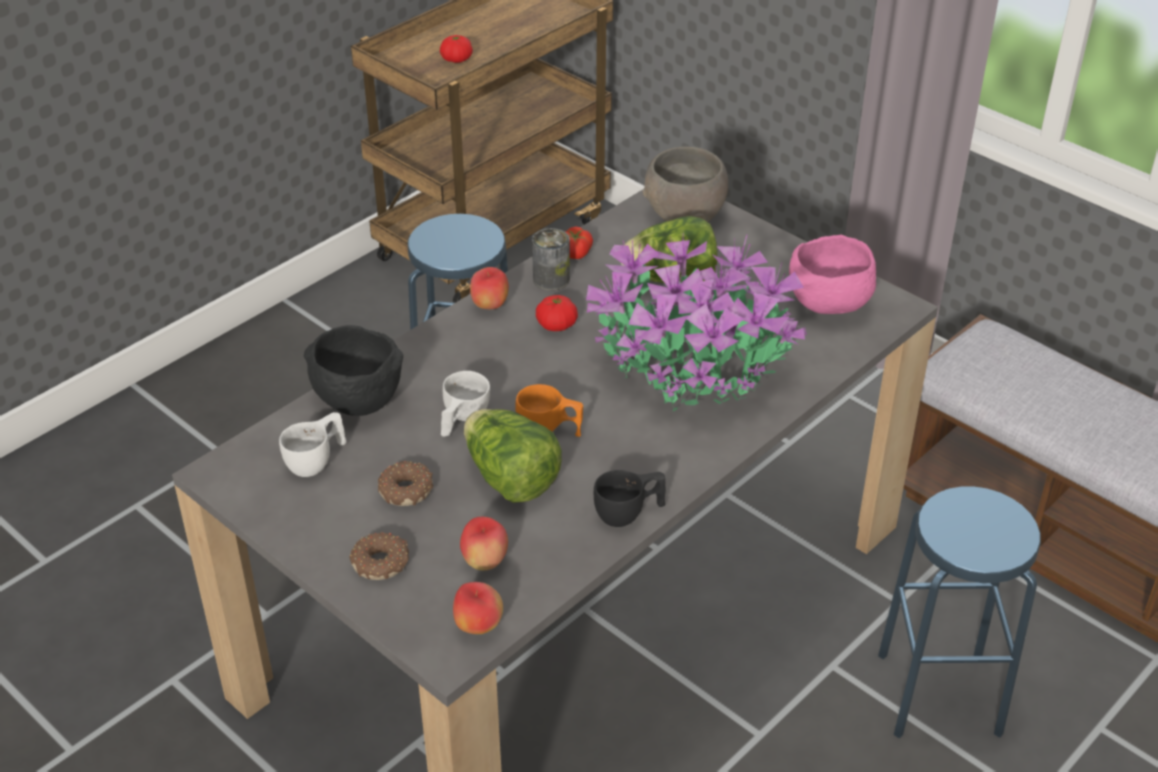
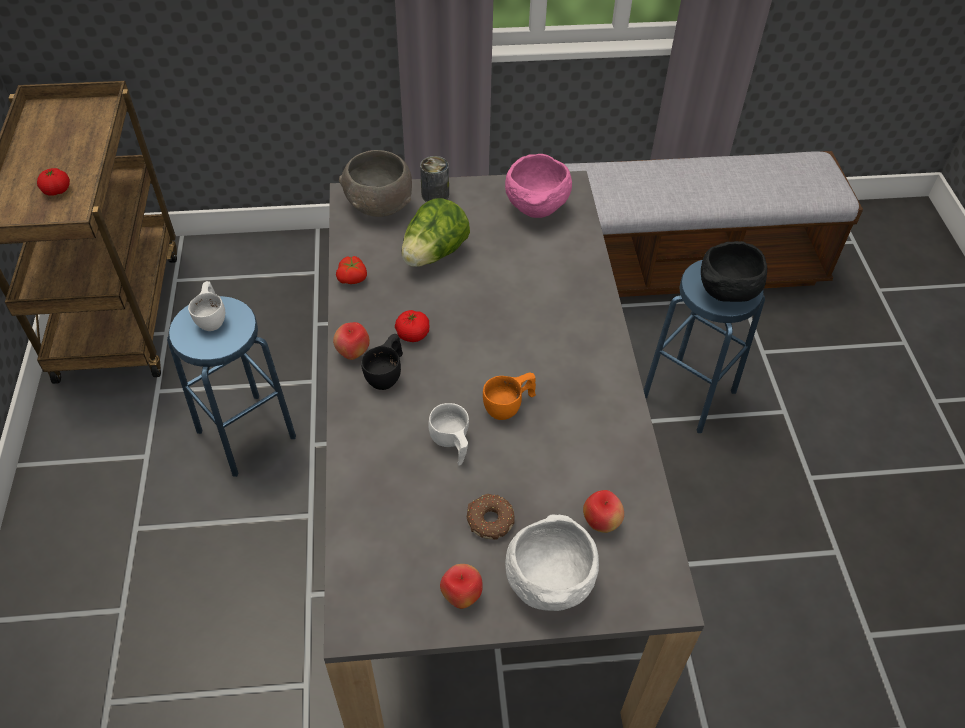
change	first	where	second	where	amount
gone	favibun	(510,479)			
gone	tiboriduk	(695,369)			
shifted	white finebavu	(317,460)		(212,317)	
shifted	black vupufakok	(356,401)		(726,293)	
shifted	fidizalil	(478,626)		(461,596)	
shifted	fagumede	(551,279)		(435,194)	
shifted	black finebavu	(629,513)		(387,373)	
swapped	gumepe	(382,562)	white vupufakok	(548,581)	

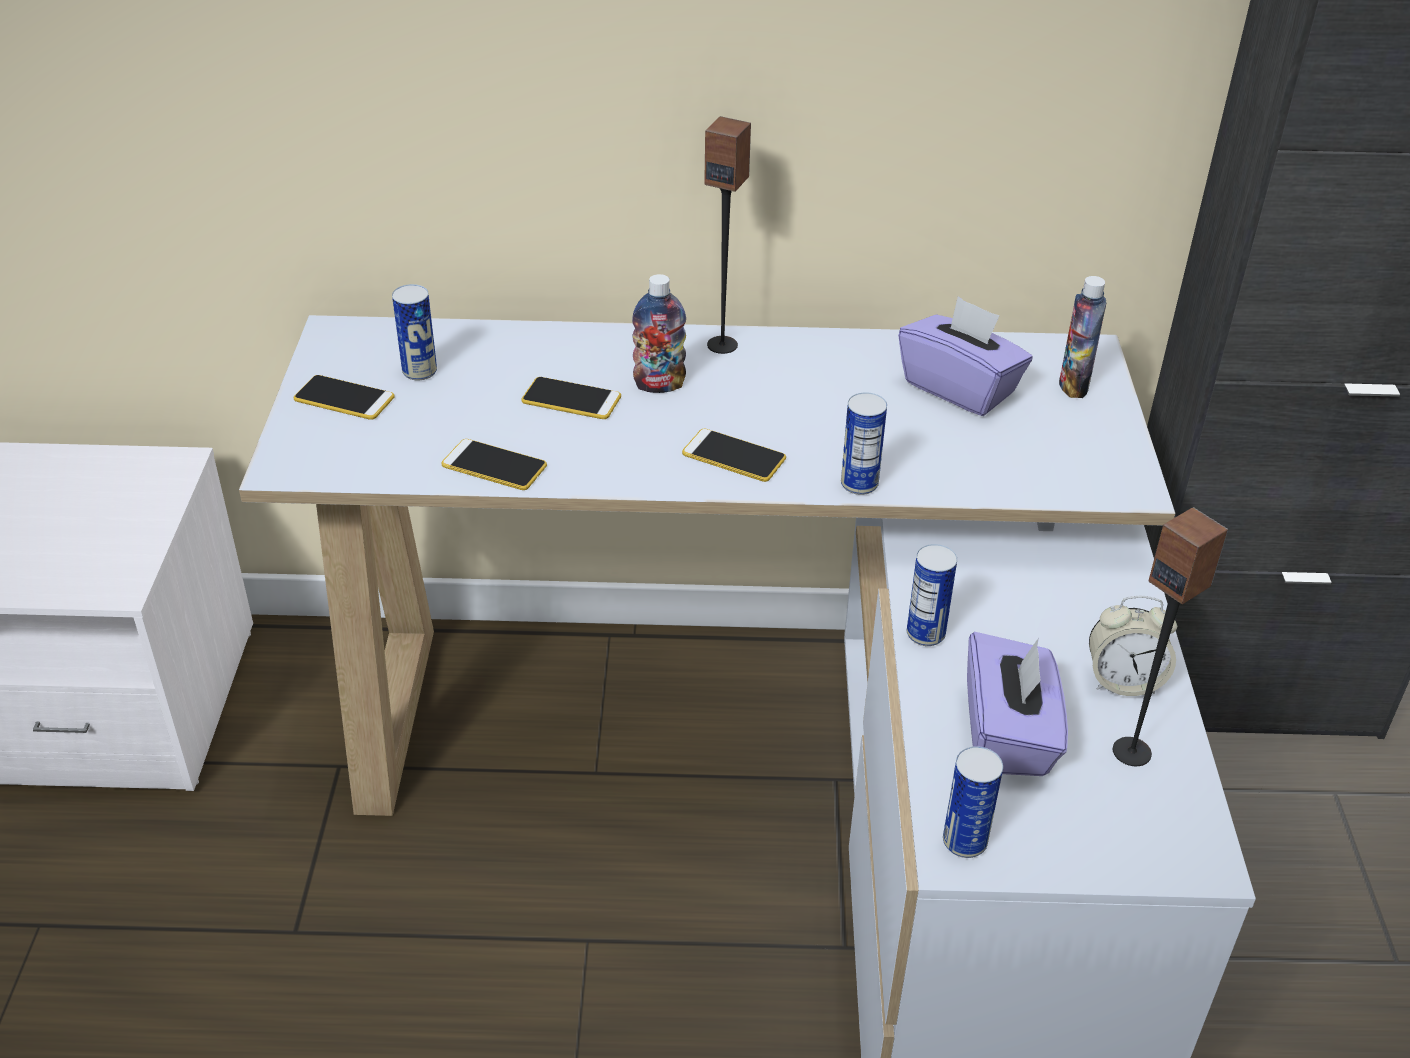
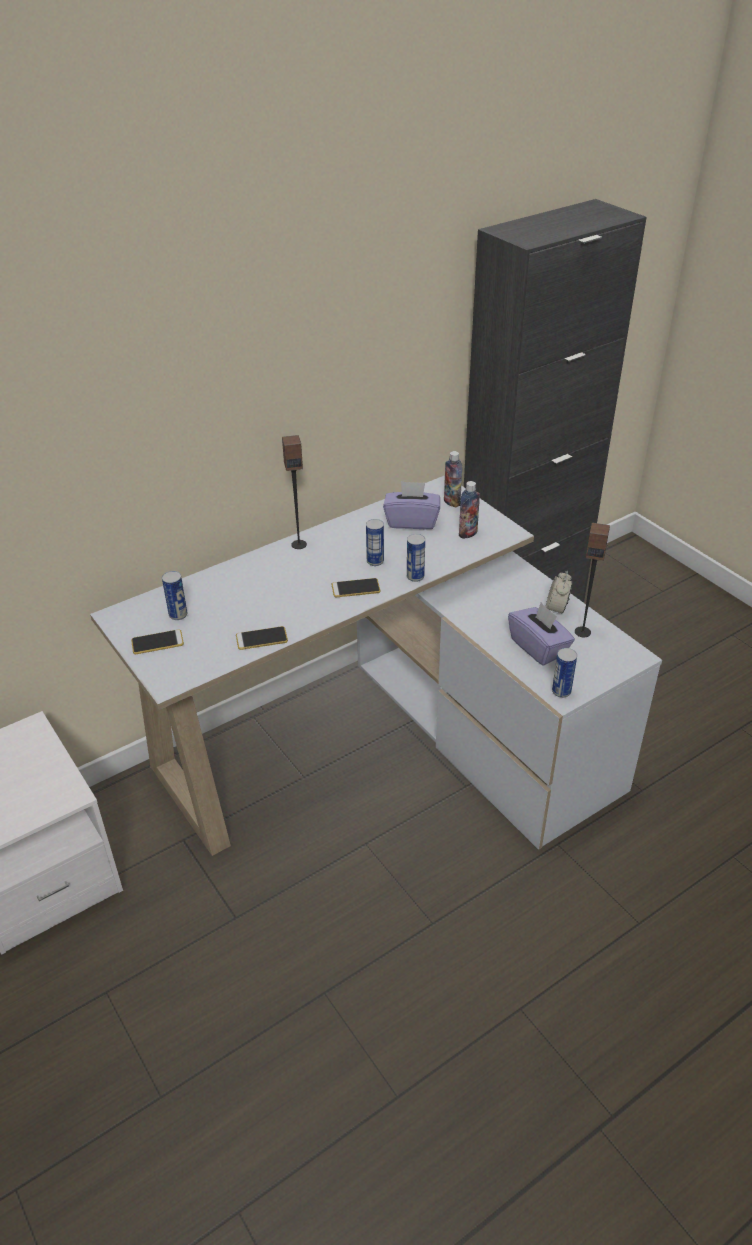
change	first	where	second	where	amount
gone	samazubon	(571,399)			
shifted	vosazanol	(659,385)		(468,533)	
shifted	fagumede	(925,634)		(375,561)	
rotated	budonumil	(1123,681)		(556,609)	135 degrees clockwise

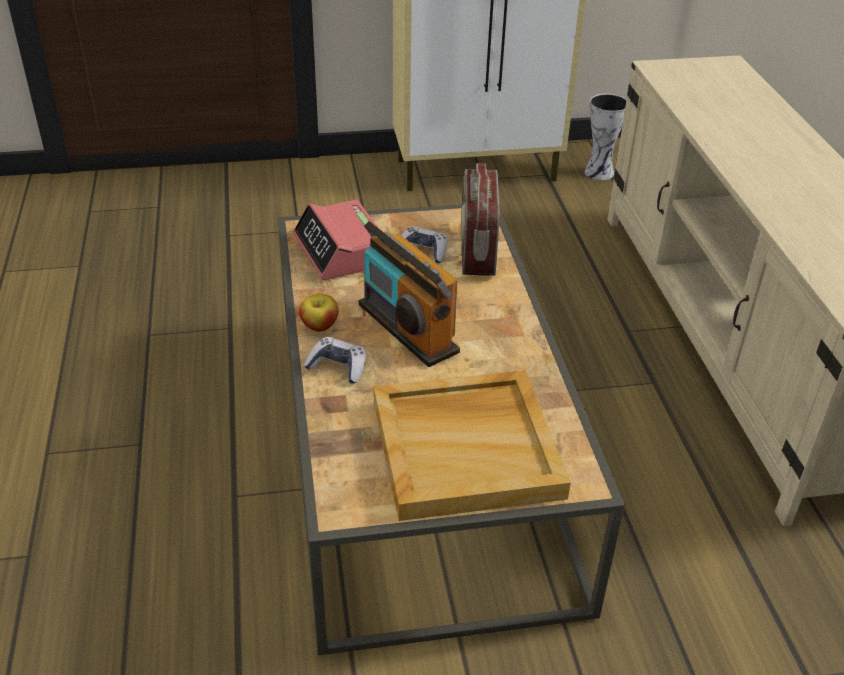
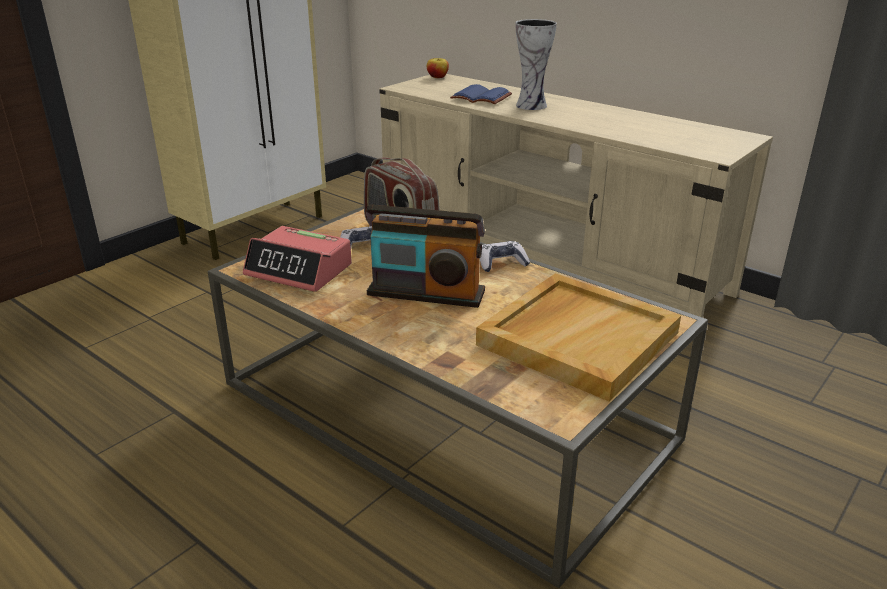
change	first	where	second	where	amount
new			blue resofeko	(482,97)	
shifted	fidizalil	(319,325)		(437,77)	
shifted	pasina	(337,367)		(502,263)	
shifted	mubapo	(600,172)		(532,105)	

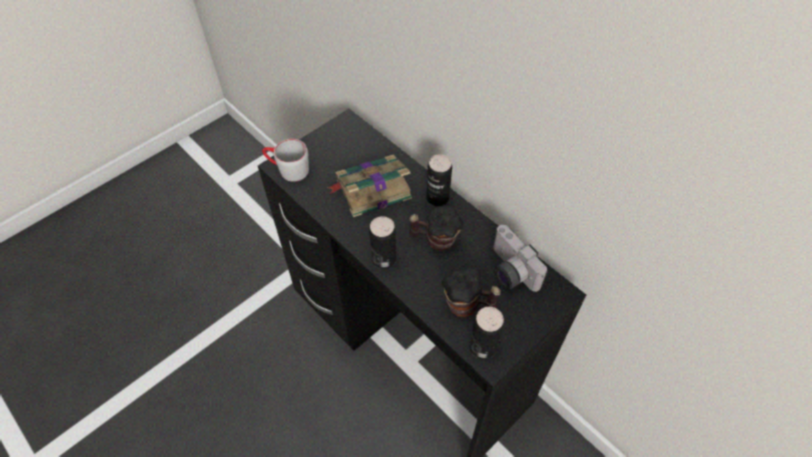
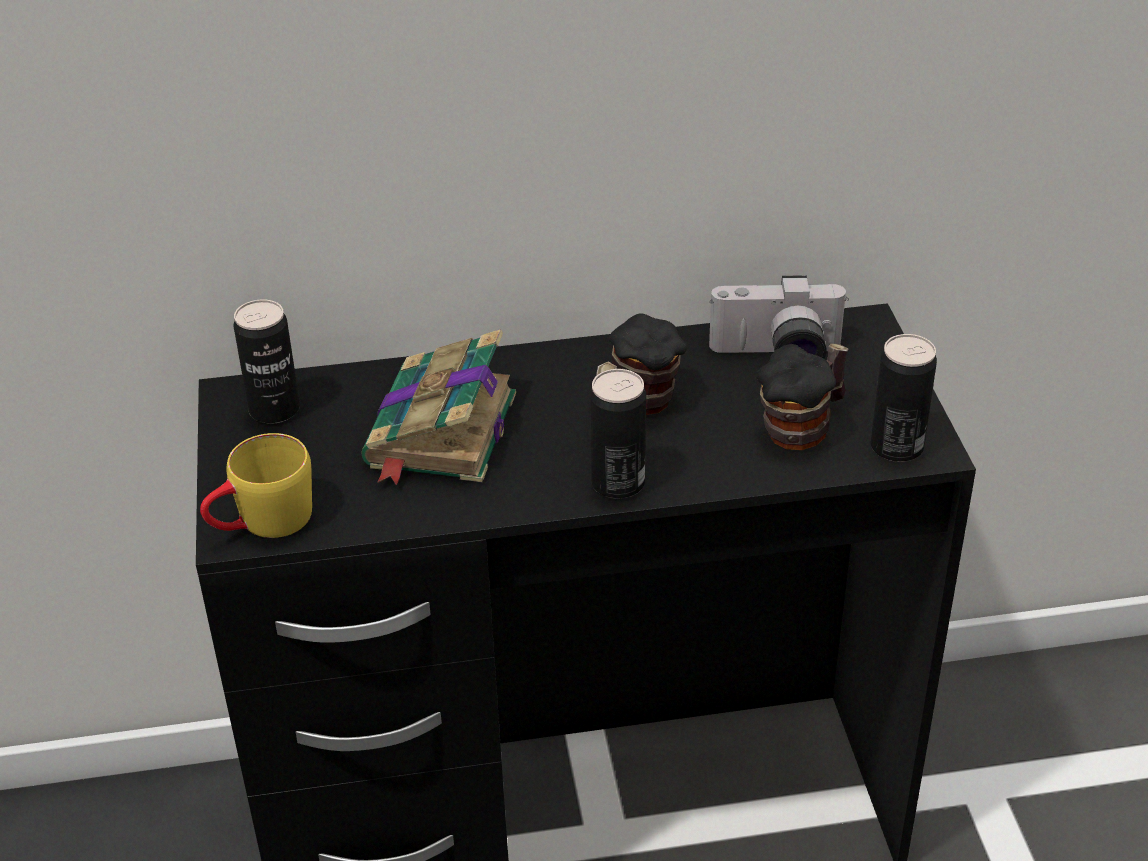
change	first	where	second	where	amount
shifted	fagumede	(437,198)		(274,409)	
repainted	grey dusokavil	(287,169)	yellow dusokavil	(261,523)	

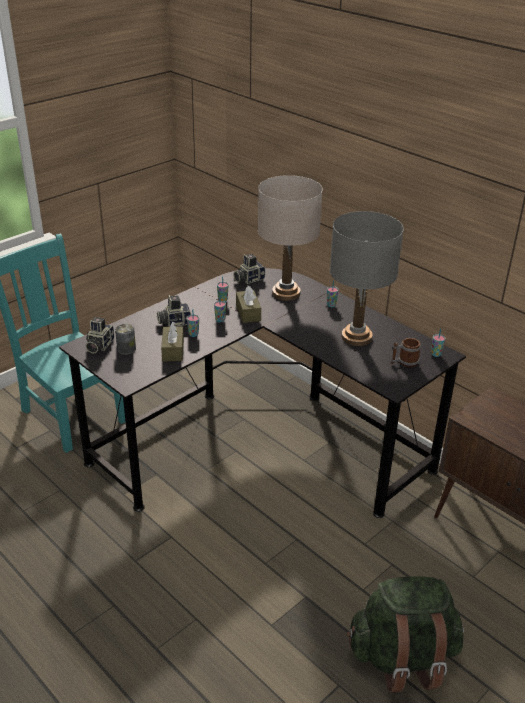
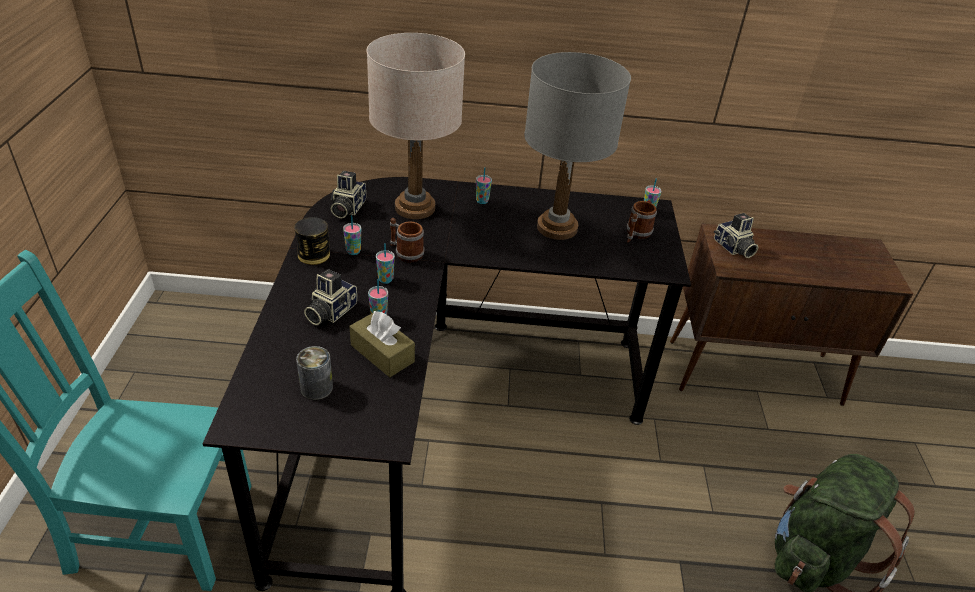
change	first	where	second	where	amount
new			fagumede	(314,255)	
shifted	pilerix	(99,345)		(733,248)	
swapped	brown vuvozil	(248,312)	dusokavil	(405,253)	

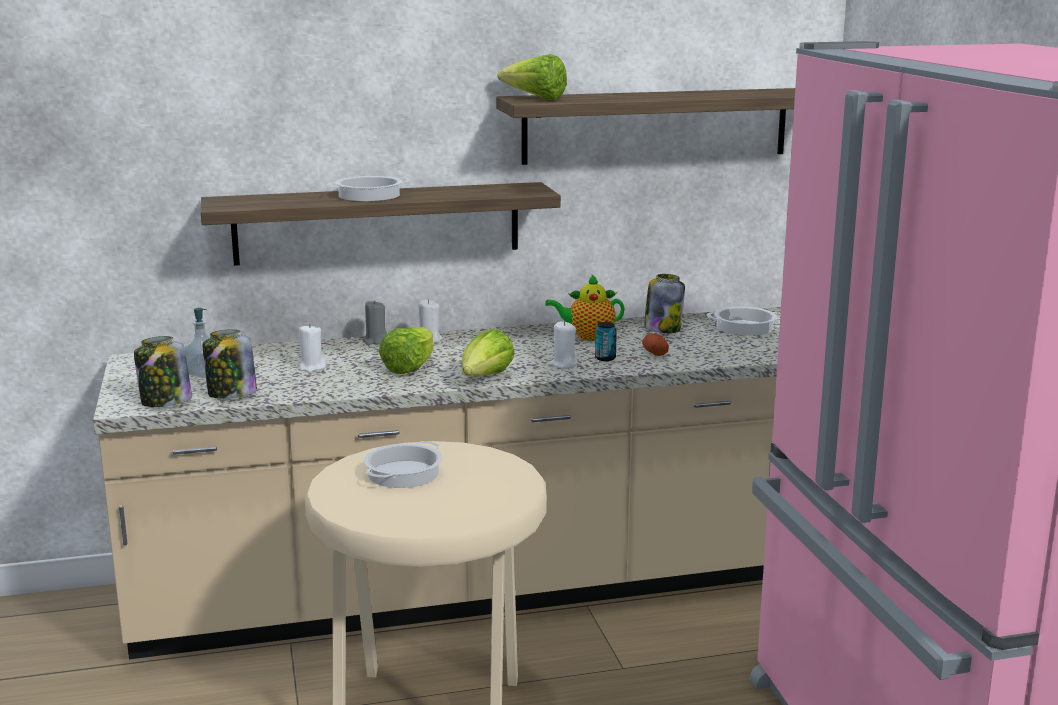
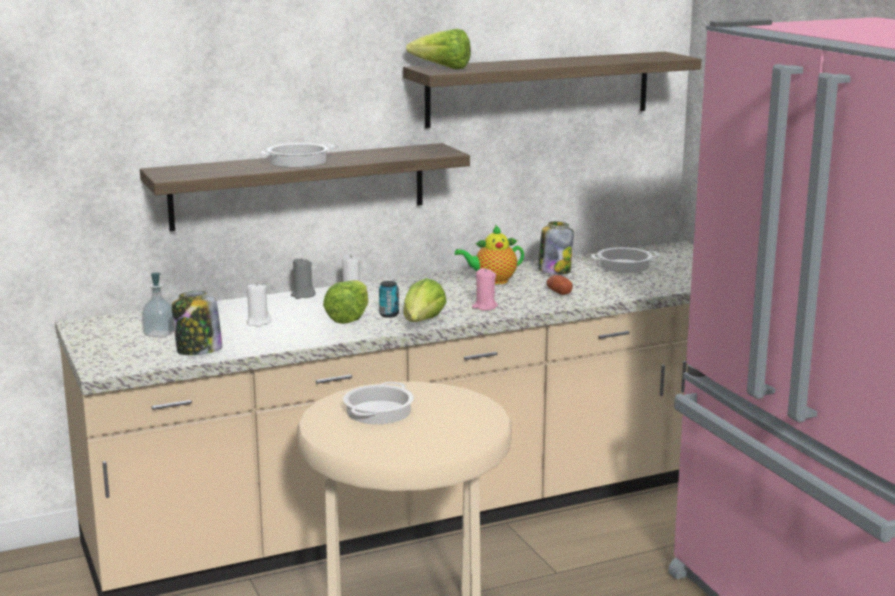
change	first	where	second	where	amount
gone	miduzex	(165,402)			
shifted	fagumede	(605,358)		(389,315)	
repainted	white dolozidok	(563,364)	pink dolozidok	(484,307)	

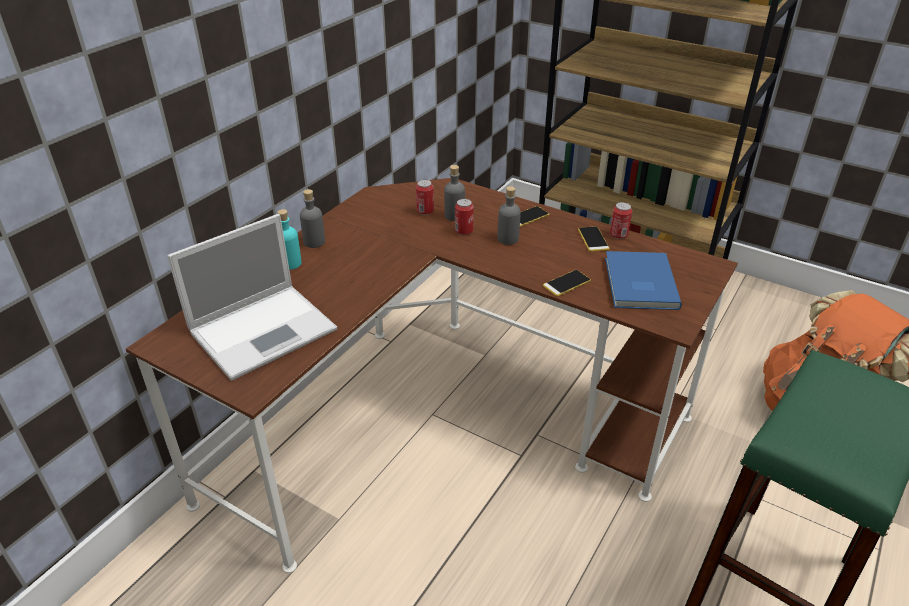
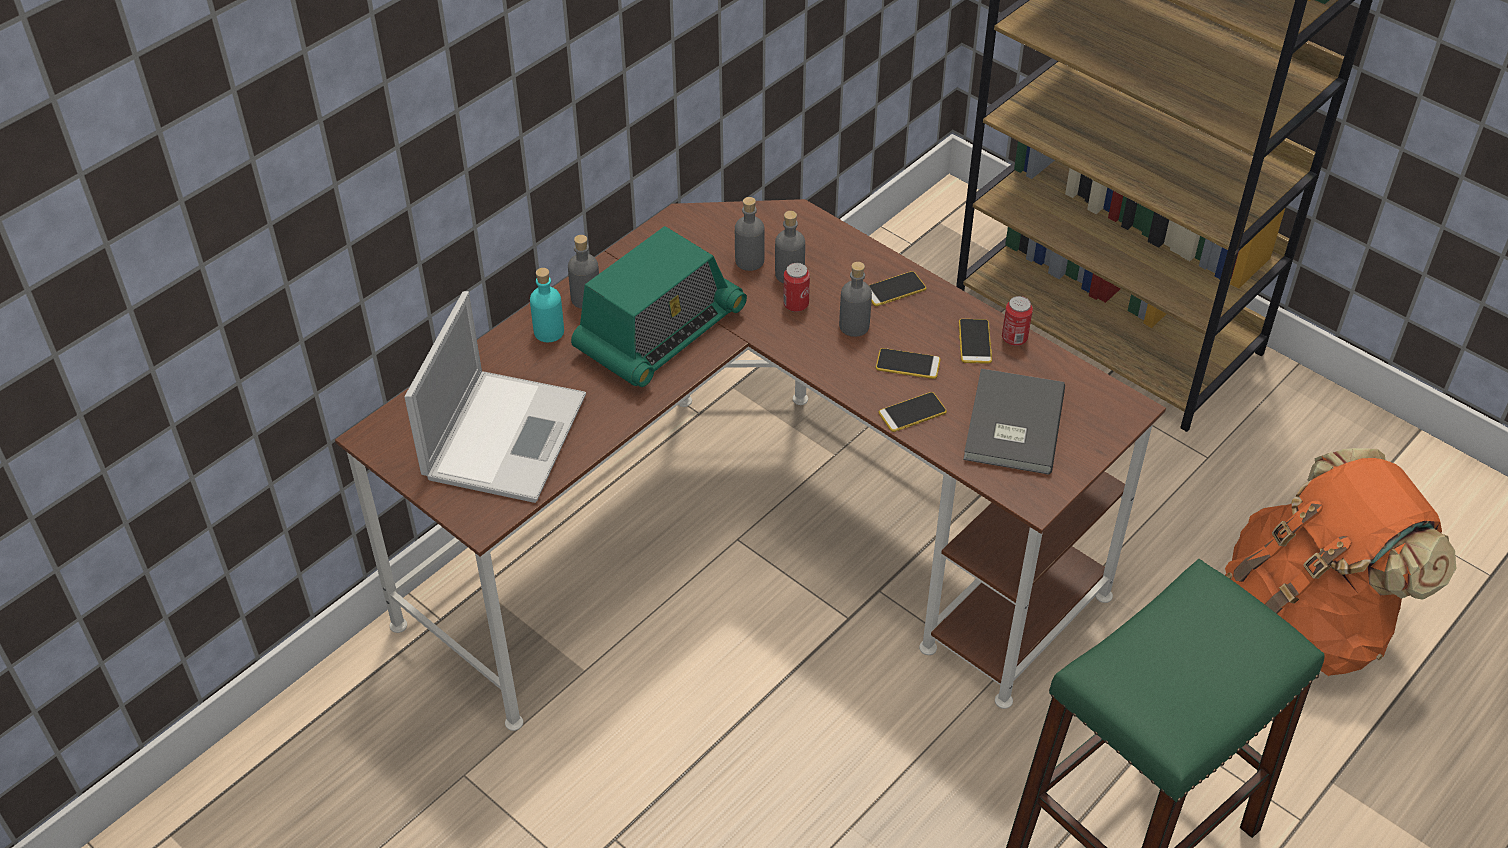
change	first	where	second	where	amount
new			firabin	(659,332)	
new			samazubon	(908,364)	
swapped	fagumede	(425,211)	grey vosazanol	(749,261)	
repainted	blue resofeko	(638,283)	grey resofeko	(1010,425)	
rotated	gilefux	(265,329)		(506,434)	45 degrees counterclockwise

